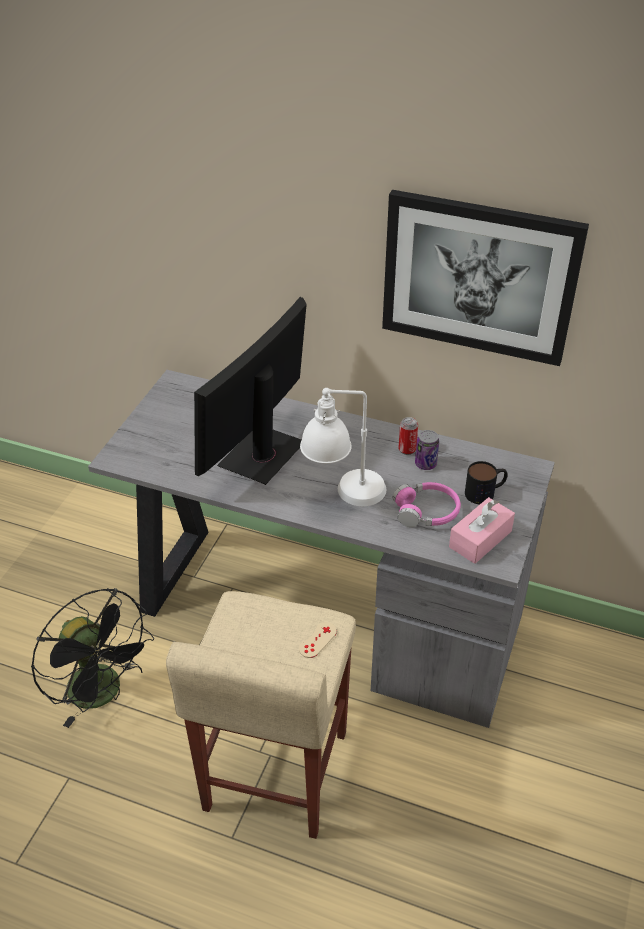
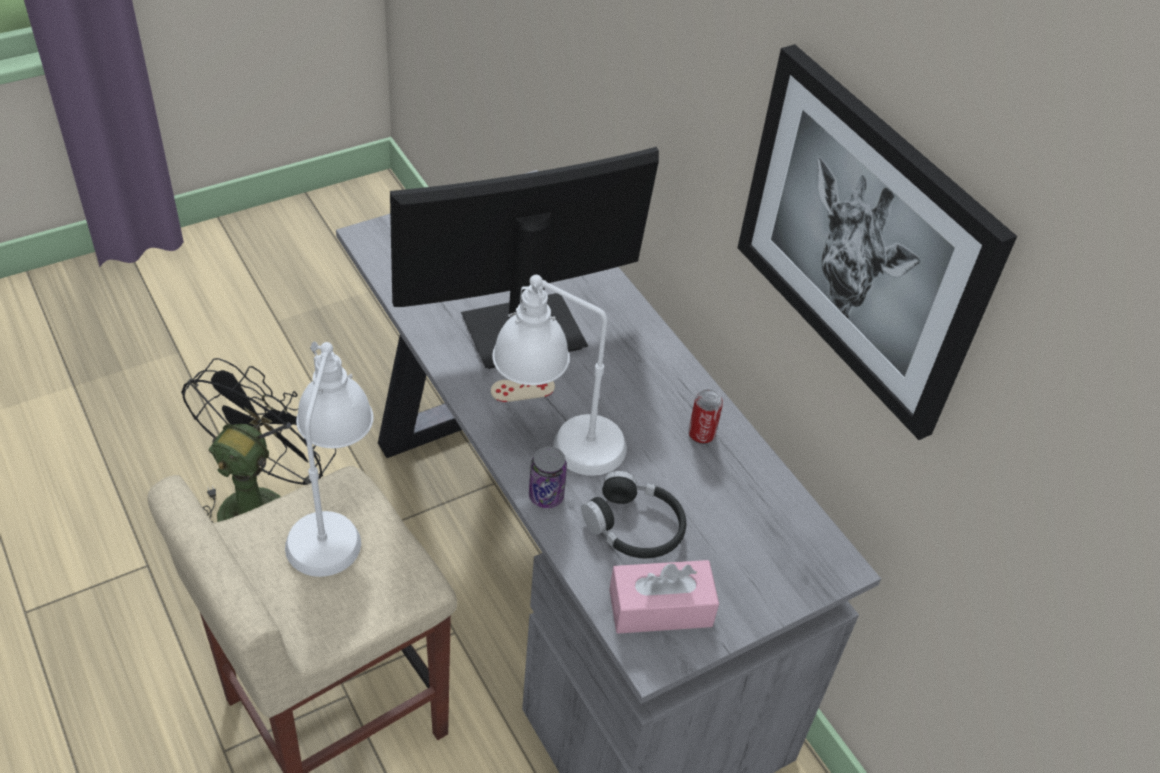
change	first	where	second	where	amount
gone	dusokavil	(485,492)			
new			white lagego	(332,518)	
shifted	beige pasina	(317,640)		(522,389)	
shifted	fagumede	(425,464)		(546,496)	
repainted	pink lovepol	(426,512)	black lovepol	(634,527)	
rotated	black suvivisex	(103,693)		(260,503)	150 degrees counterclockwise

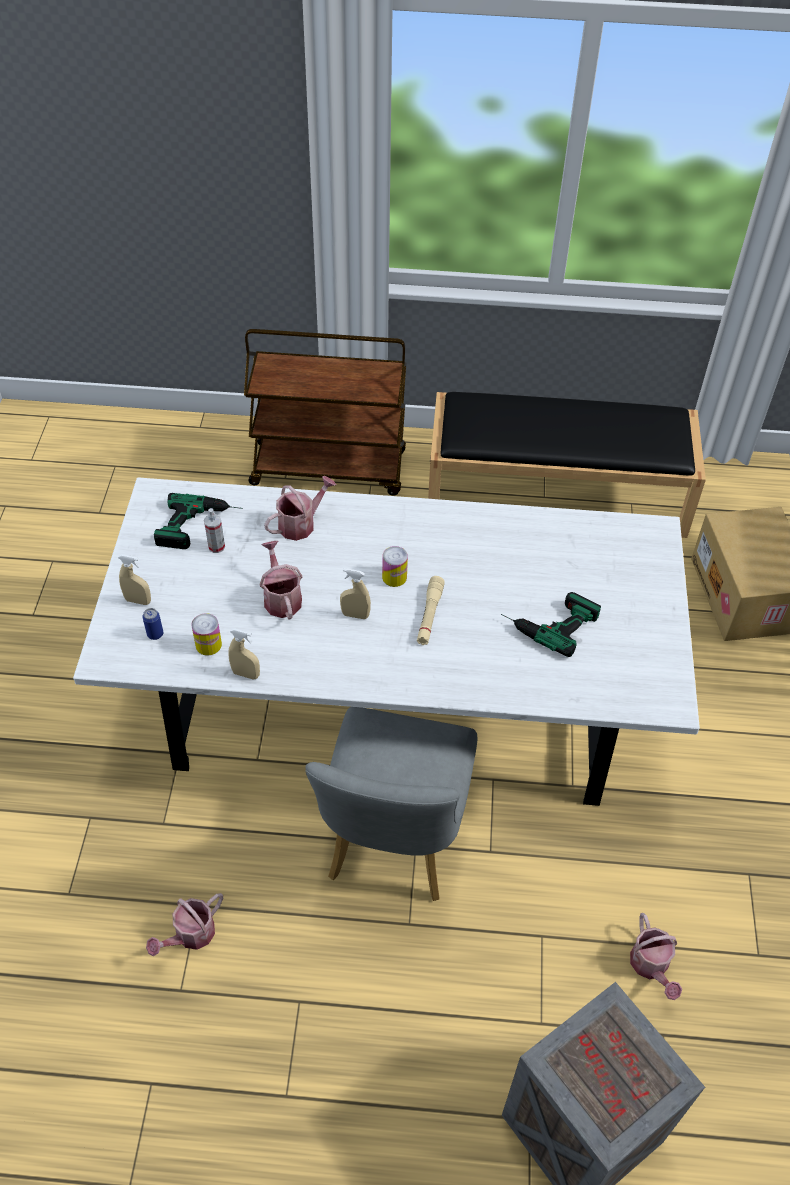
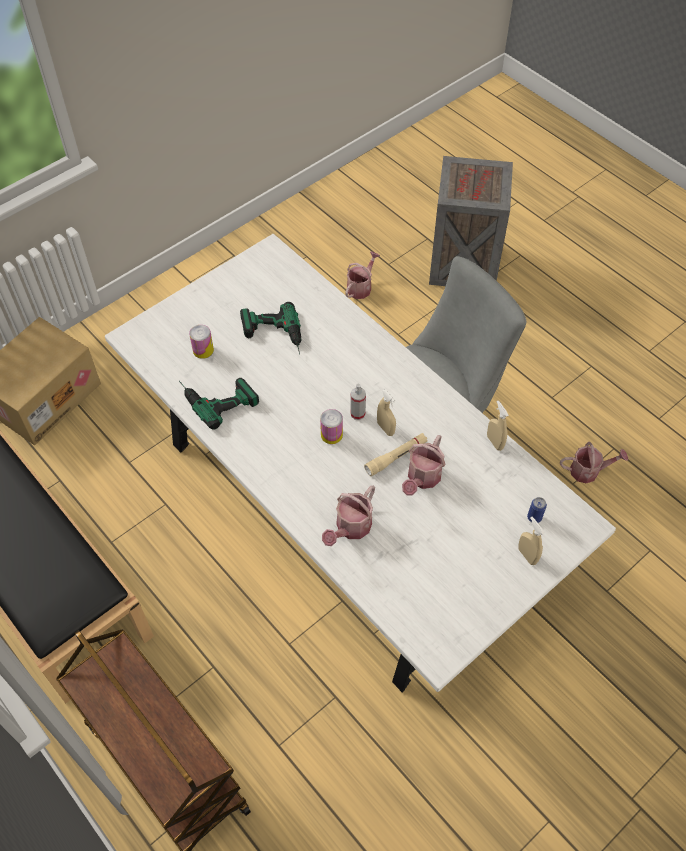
change	first	where	second	where	amount
shifted	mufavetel	(200,526)		(216,396)	
shifted	fagumede	(208,644)		(203,350)	
shifted	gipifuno	(216,546)		(357,413)	
shifted	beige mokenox	(429,615)		(396,457)	
rotated	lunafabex	(301,524)		(350,528)	60 degrees counterclockwise

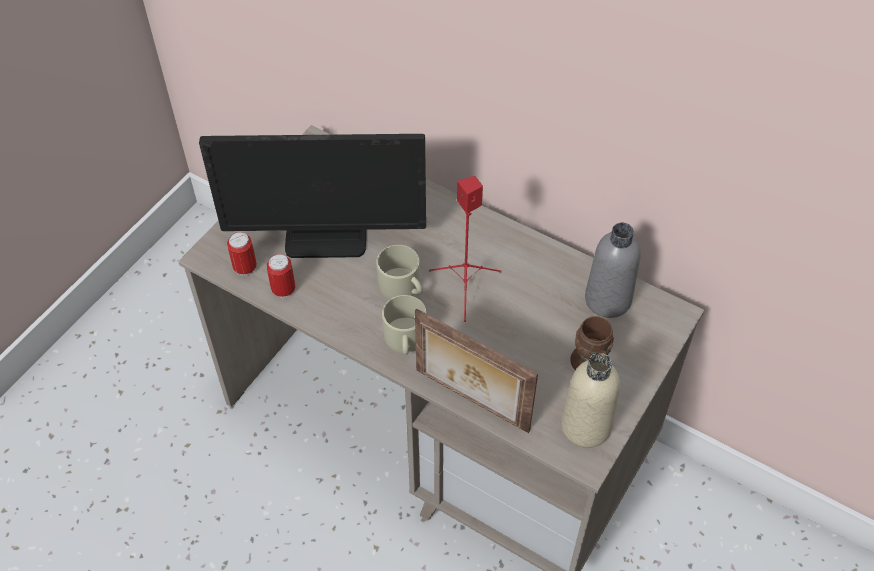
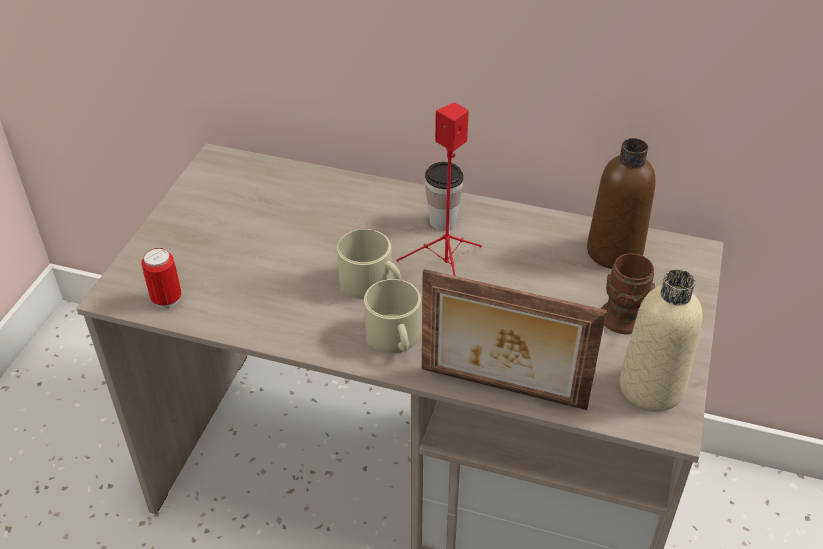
change	first	where	second	where	amount
gone	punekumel	(326,237)			
gone	fagumede	(283,289)			
new			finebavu	(443,221)	
repainted	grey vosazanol	(608,299)	brown vosazanol	(614,251)	

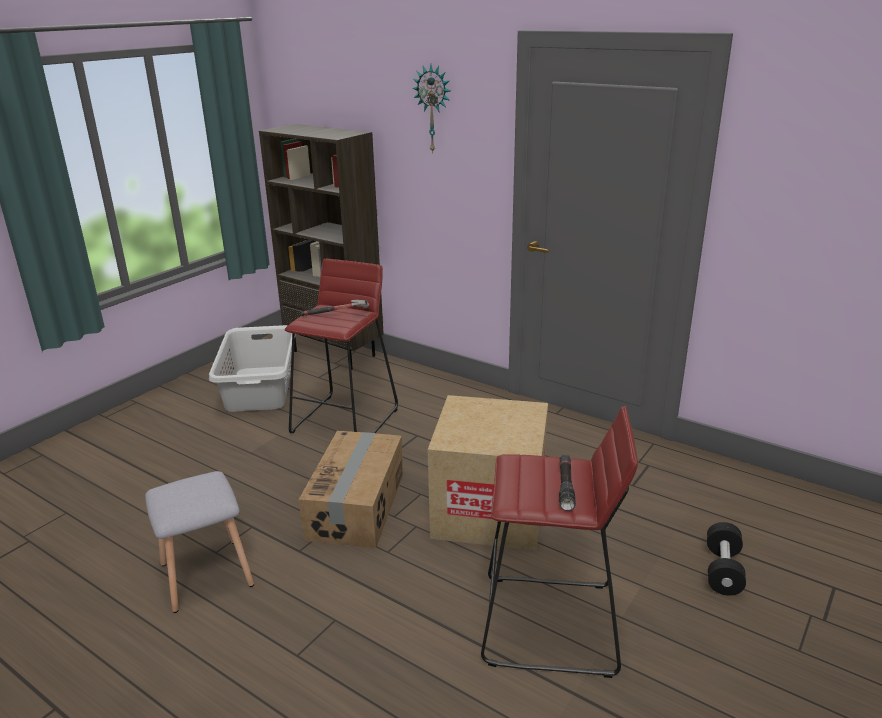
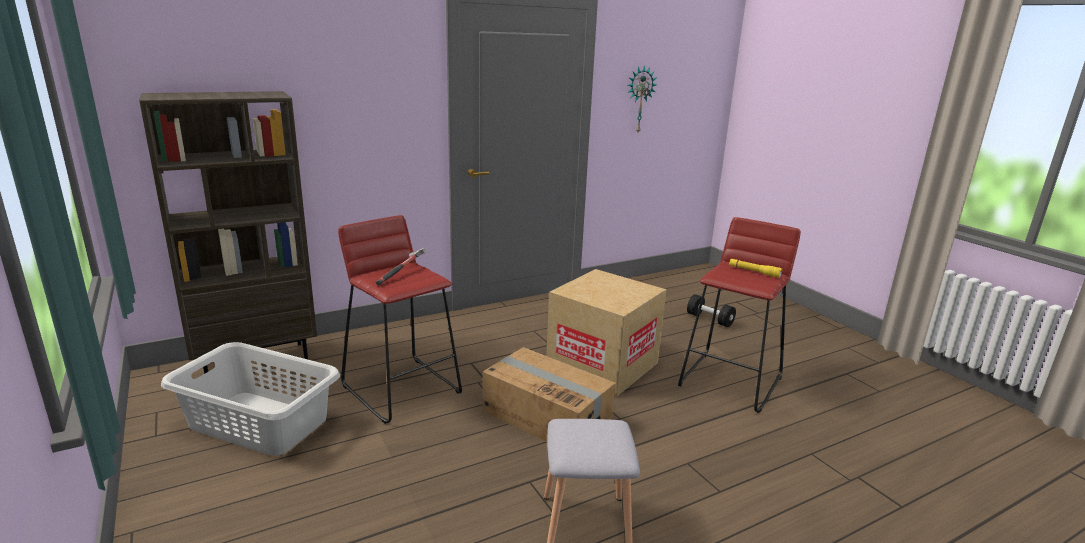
change	first	where	second	where	amount
shifted	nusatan	(433,109)		(639,100)	
repainted	black mokenox	(565,487)	yellow mokenox	(754,272)	

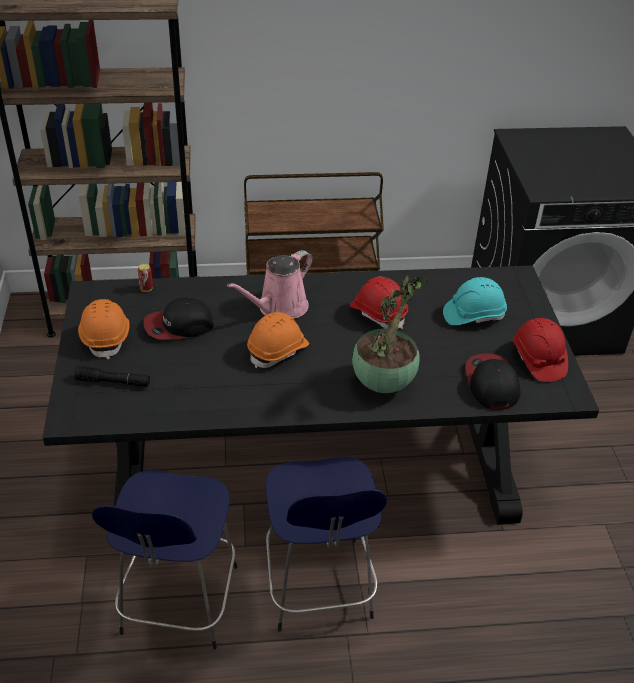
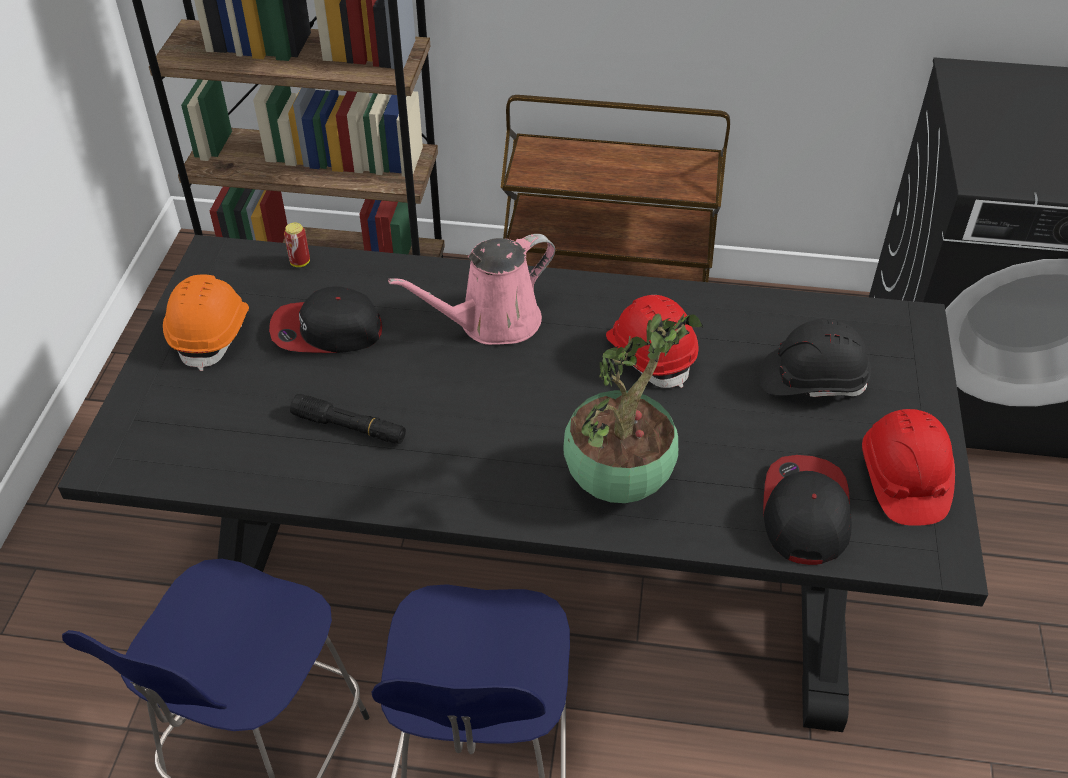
change	first	where	second	where	amount
gone	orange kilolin	(278,351)			
shifted	black mokenox	(113,382)		(349,427)	
repainted	turquoise kilolin	(473,315)	black kilolin	(812,380)	

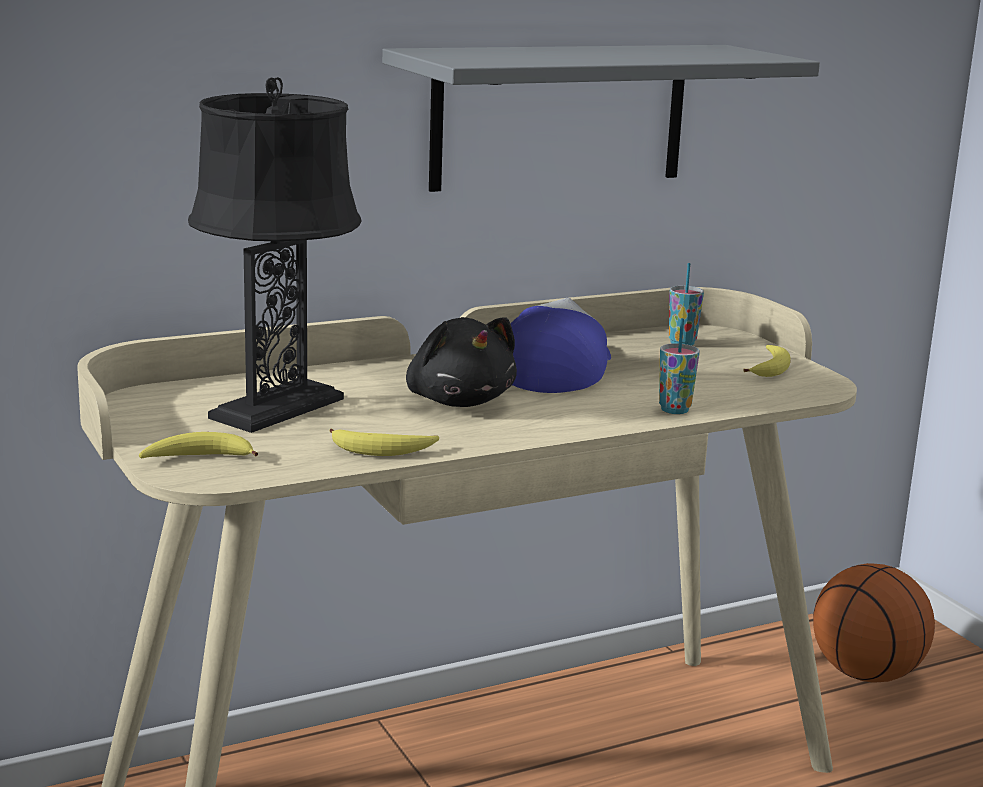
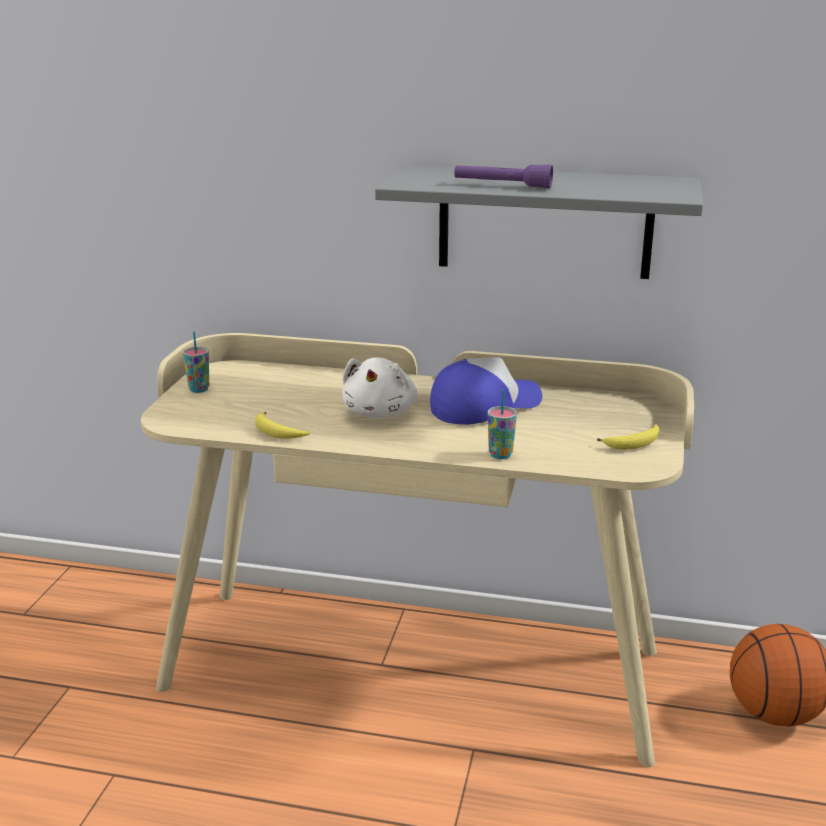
change	first	where	second	where	amount
gone	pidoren	(198,459)			
gone	black lagego	(277,409)			
new			purple mokenox	(502,185)	
shifted	finebavu	(682,343)		(199,389)	
repainted	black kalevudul	(459,401)	white kalevudul	(380,413)	

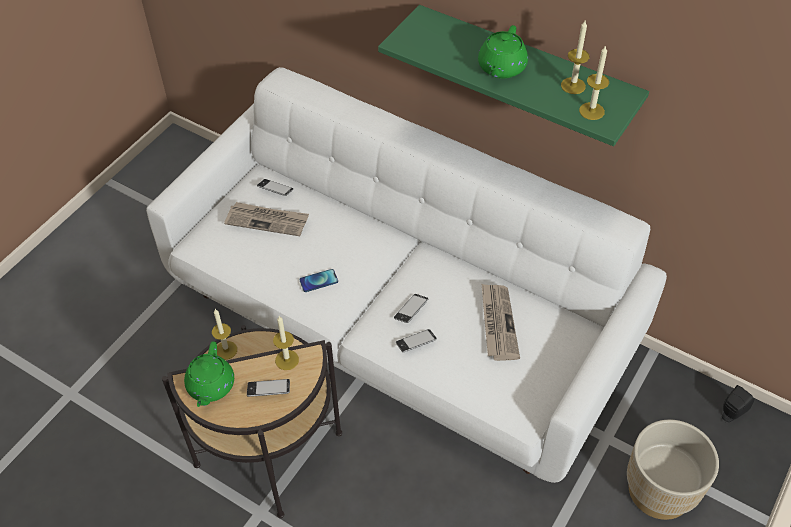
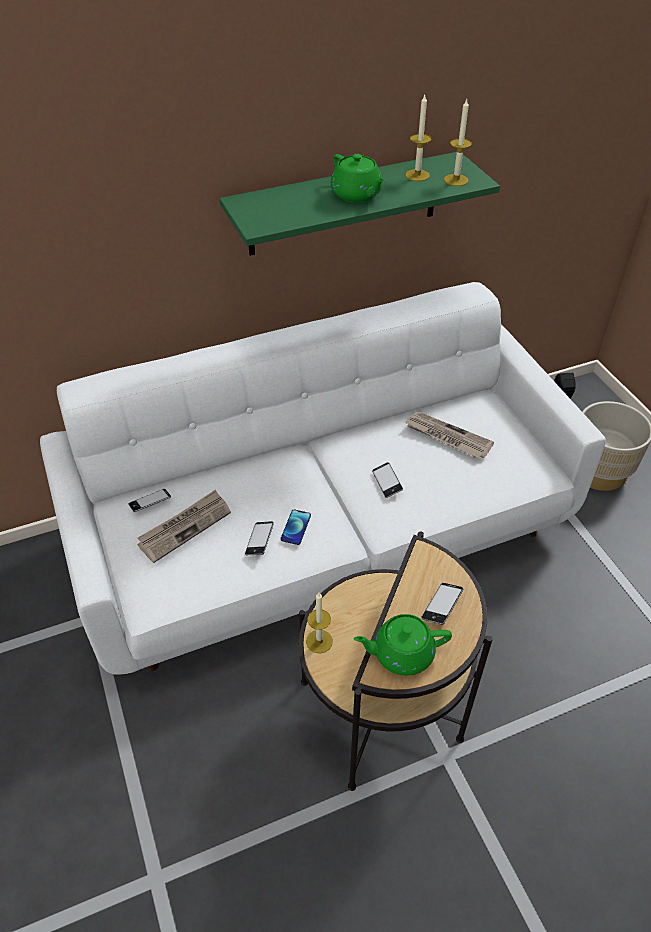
change	first	where	second	where	amount
gone	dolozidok	(287,360)			
shifted	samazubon	(416,342)		(259,540)	
rotated	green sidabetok	(210,386)		(401,653)	135 degrees clockwise

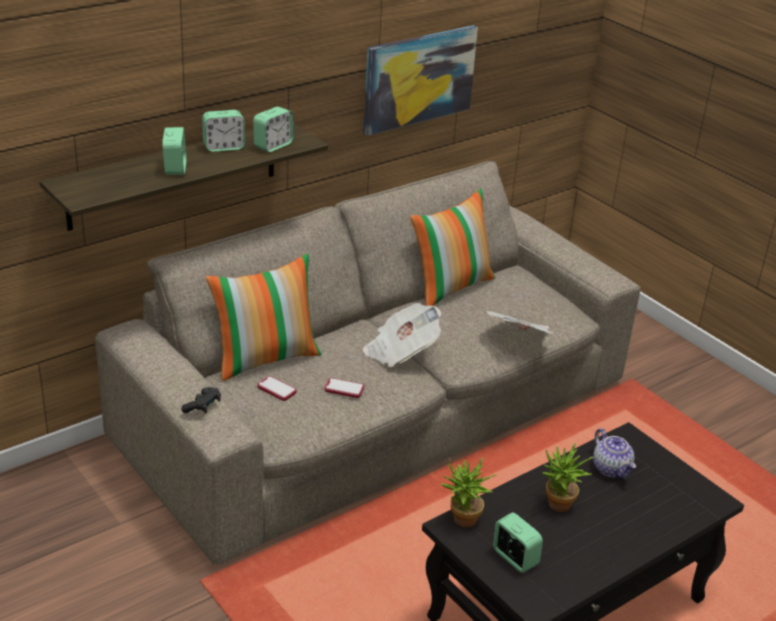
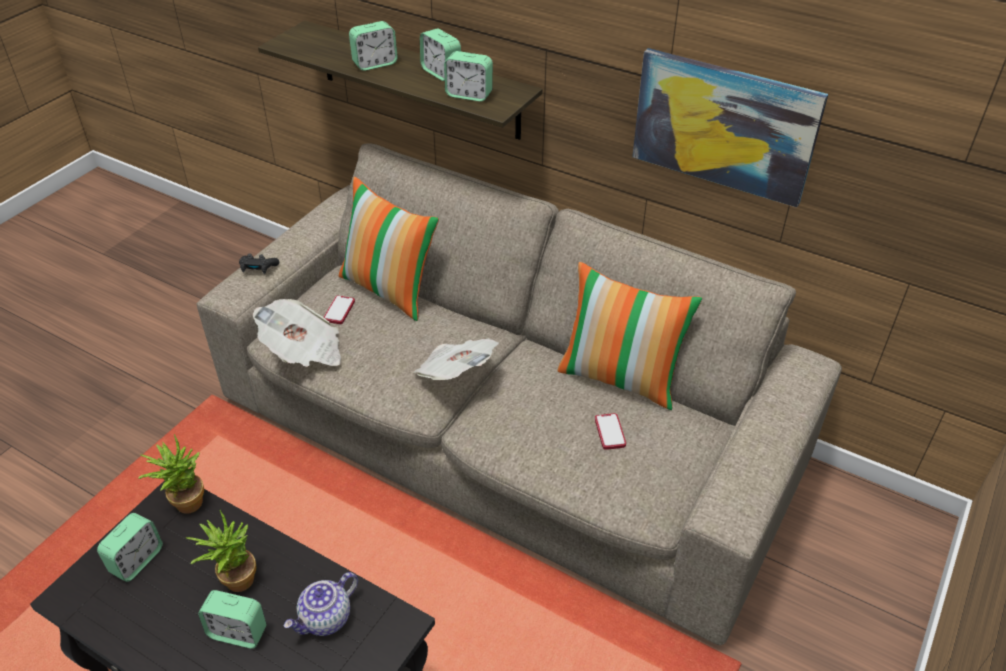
change	first	where	second	where	amount
new			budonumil	(238,632)	
shifted	samazubon	(344,389)		(610,432)	
shifted	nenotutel	(521,338)		(303,351)	

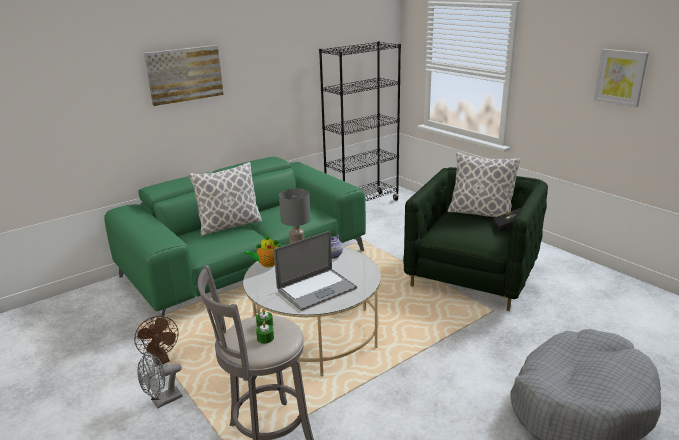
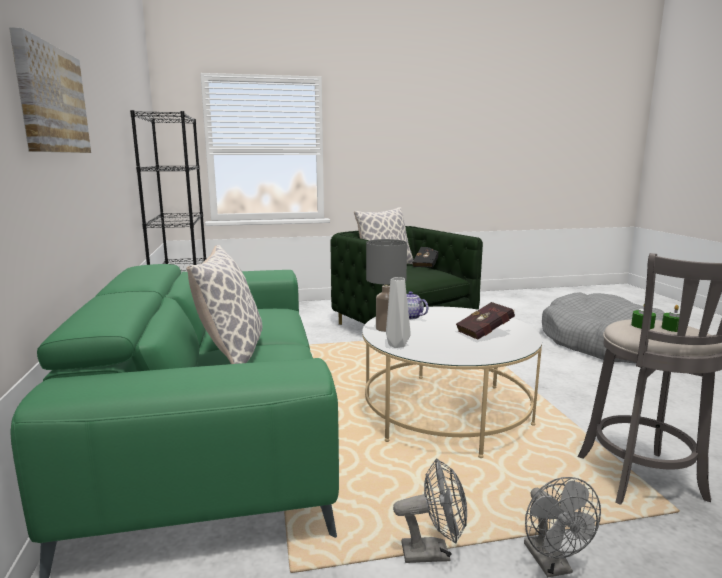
change	first	where	second	where	amount
gone	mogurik	(620,77)			
swapped	sidabetok	(267,264)	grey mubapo	(398,345)	
swapped	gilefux	(317,289)	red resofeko	(486,333)	
repainted	brown suvivisex	(161,360)	grey suvivisex	(433,552)	

